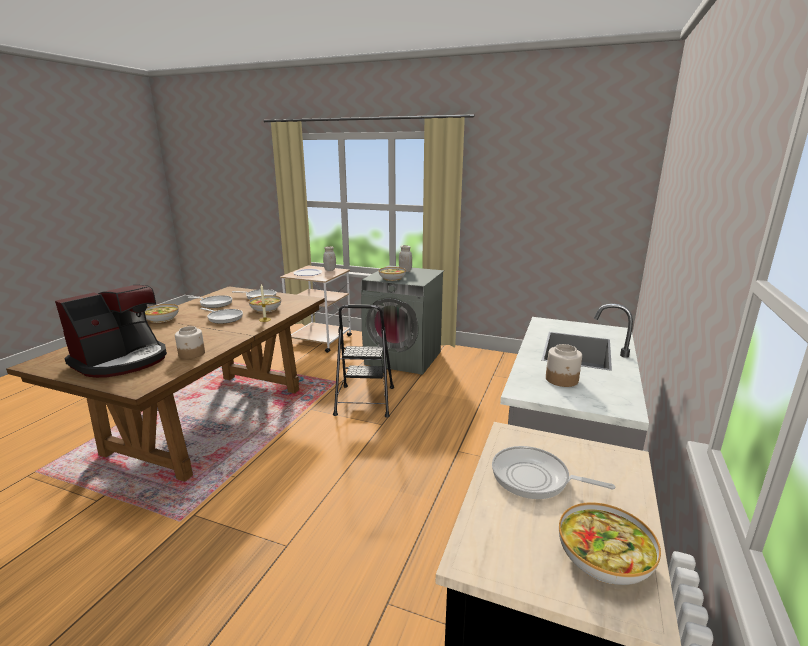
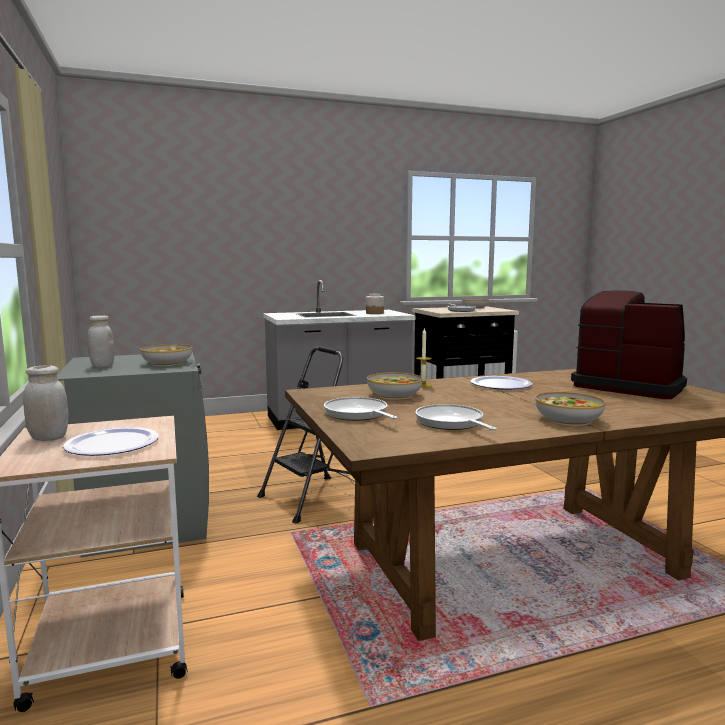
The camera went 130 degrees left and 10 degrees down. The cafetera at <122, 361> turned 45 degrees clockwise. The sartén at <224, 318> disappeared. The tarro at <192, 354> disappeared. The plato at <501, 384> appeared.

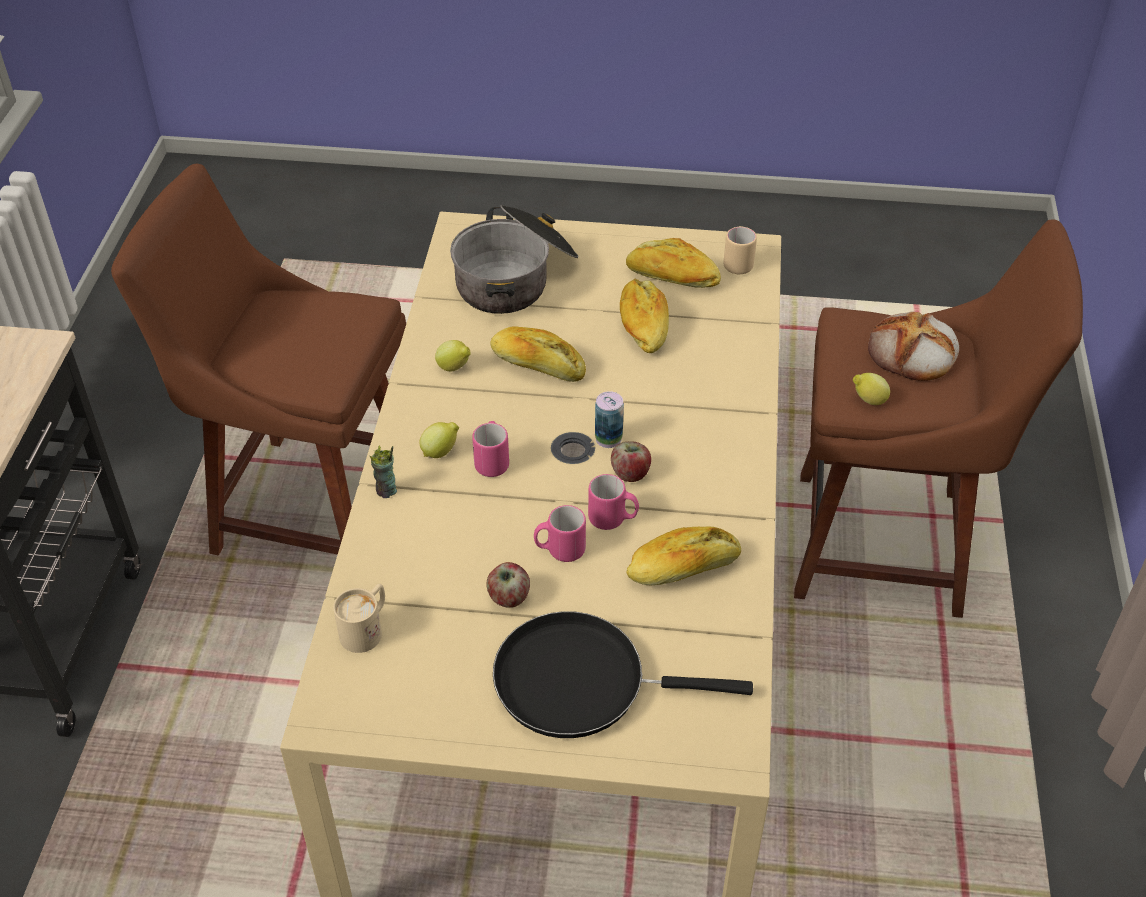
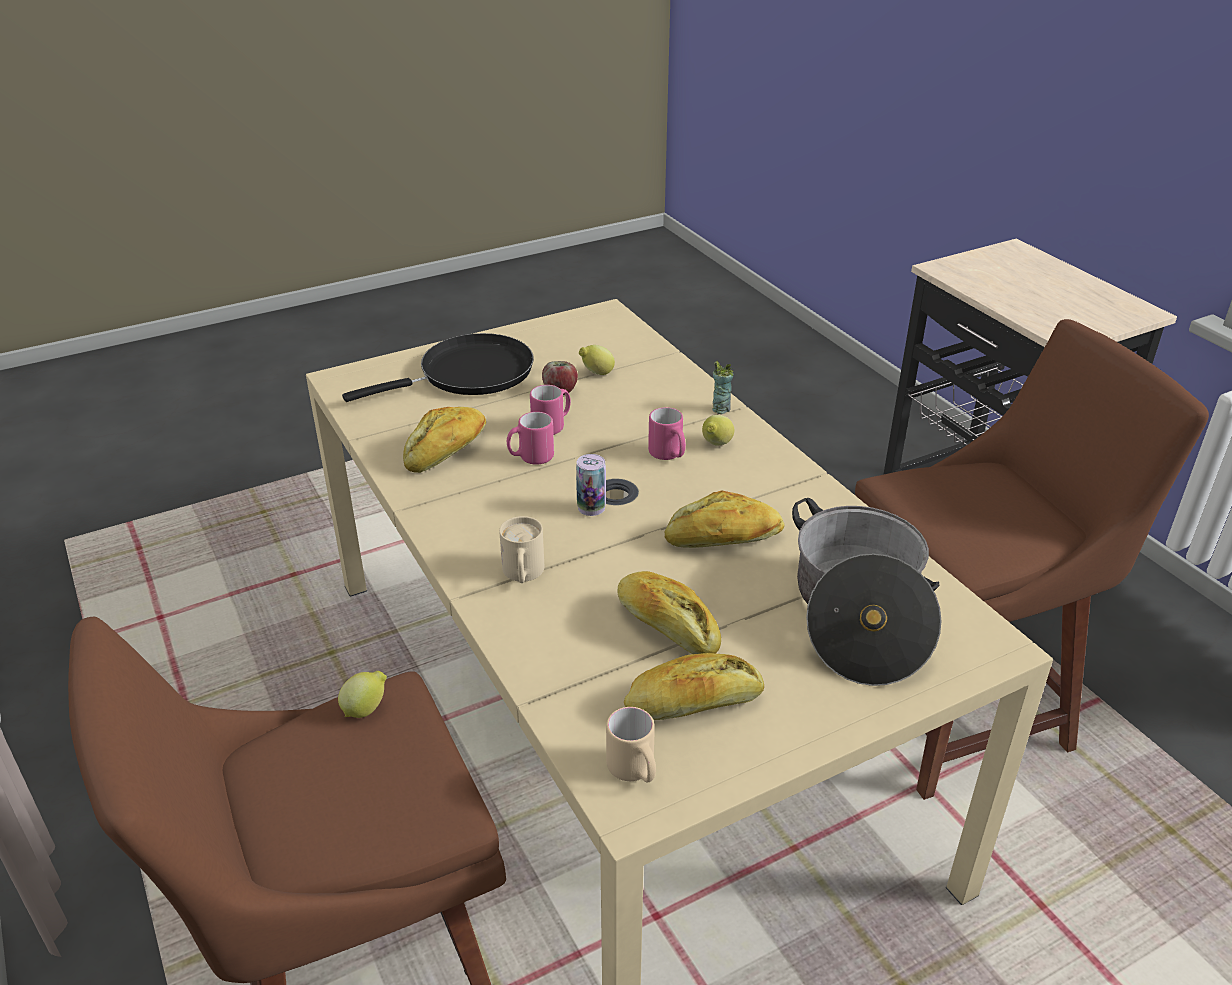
The camera went 145 degrees right and 10 degrees down. The pan at <913, 353> disappeared. The limón moved from <454, 368> to <596, 373>. The manzana at <630, 473> disappeared. The taza grande [beis] moved from <367, 629> to <523, 574>.

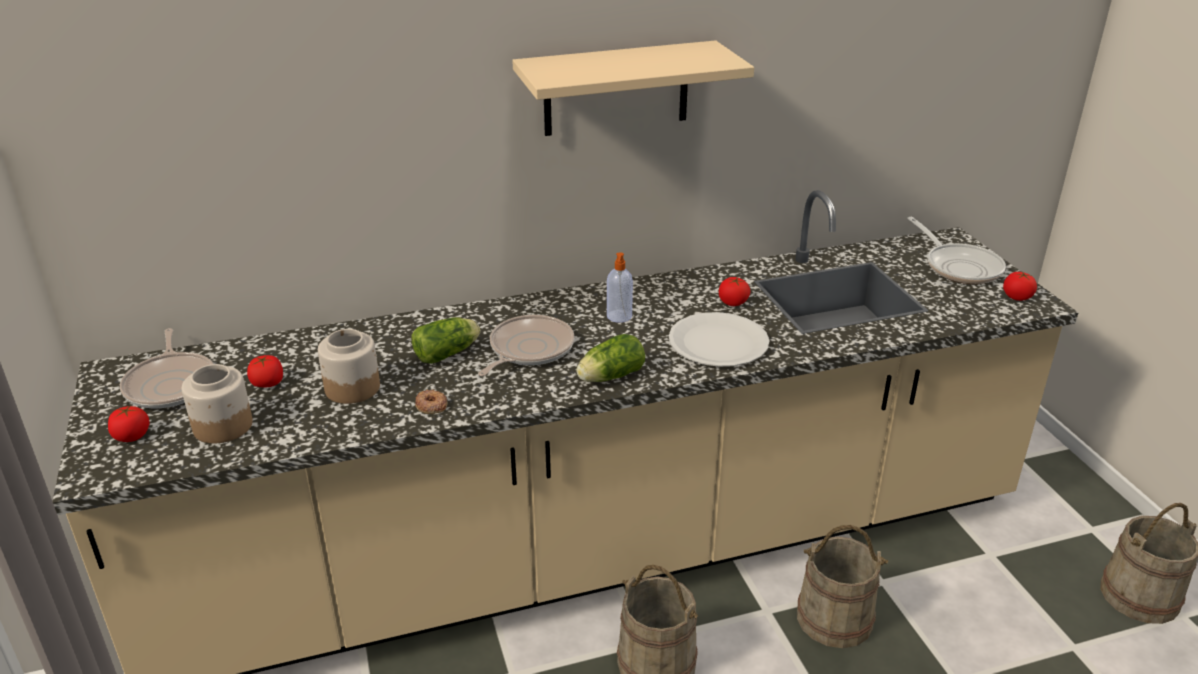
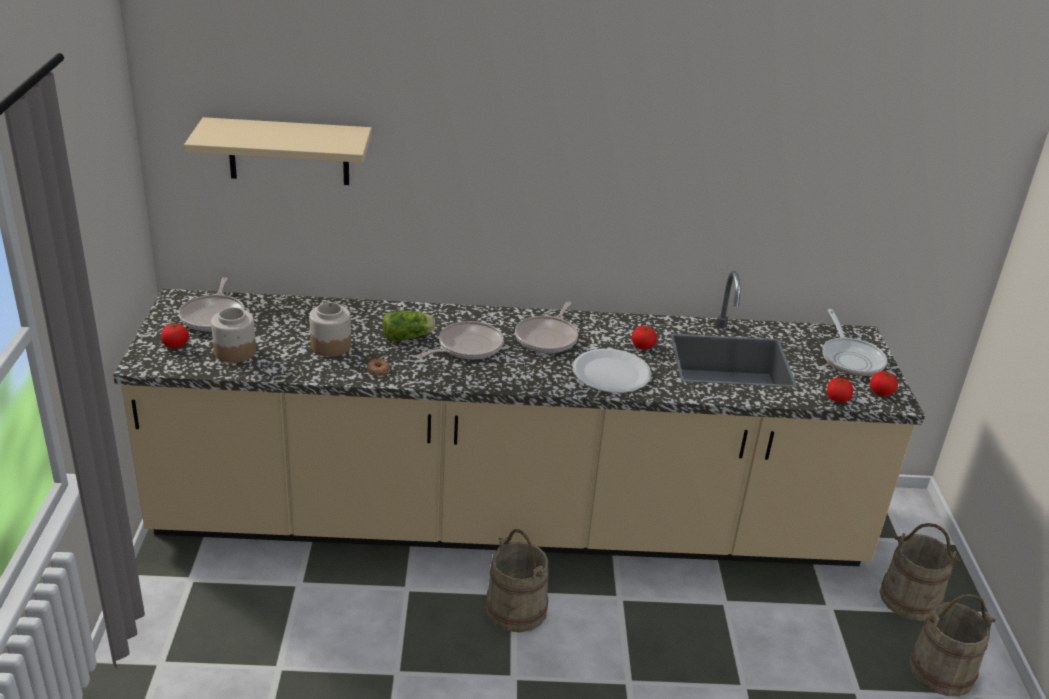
The camera went 15 degrees right and 0 degrees up. The estante [beis] moved from <616, 89> to <289, 151>. The dispensador de jabón at <619, 317> was replaced by the sartén at <548, 338>. The lechuga at <609, 377> disappeared. The tomate moved from <267, 383> to <837, 399>. The cubo [beis] moved from <834, 618> to <910, 598>.

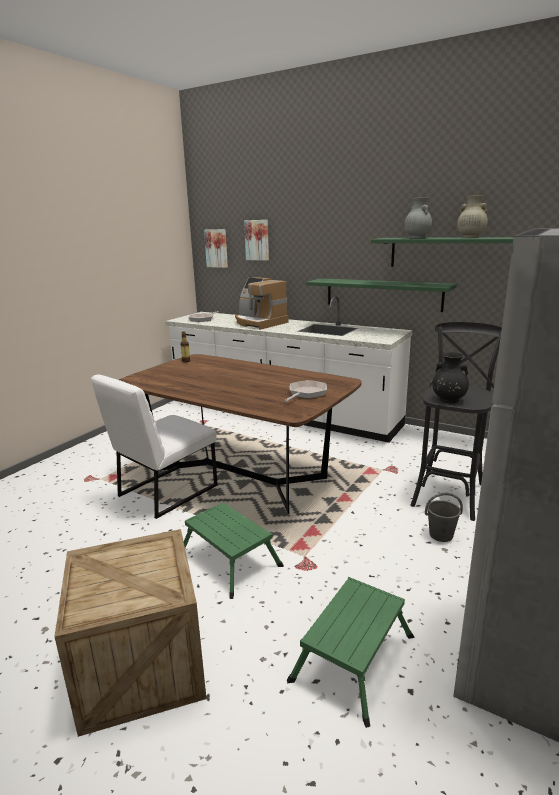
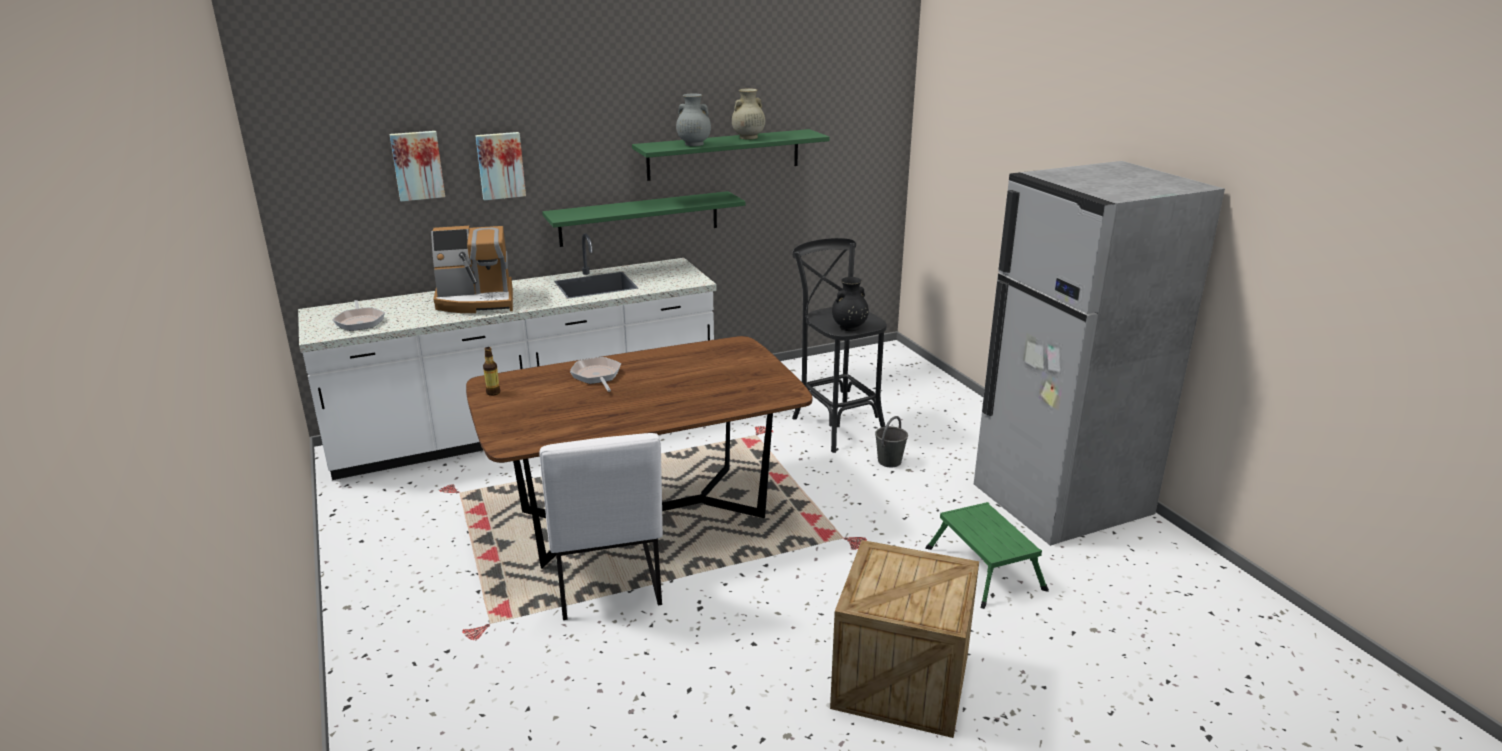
The camera went 55 degrees left and 5 degrees up. The cuadro moved from <217, 248> to <500, 165>. The sartén moved from <306, 393> to <597, 376>. The escalera de tijera [verde] at <230, 559> disappeared.

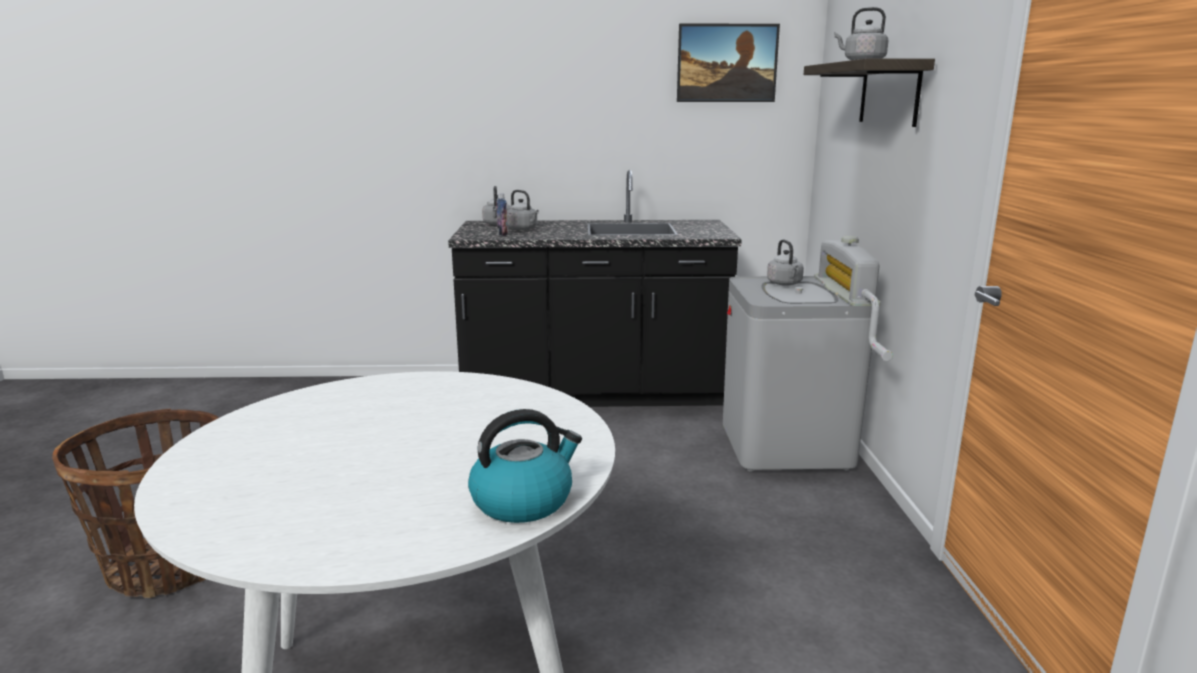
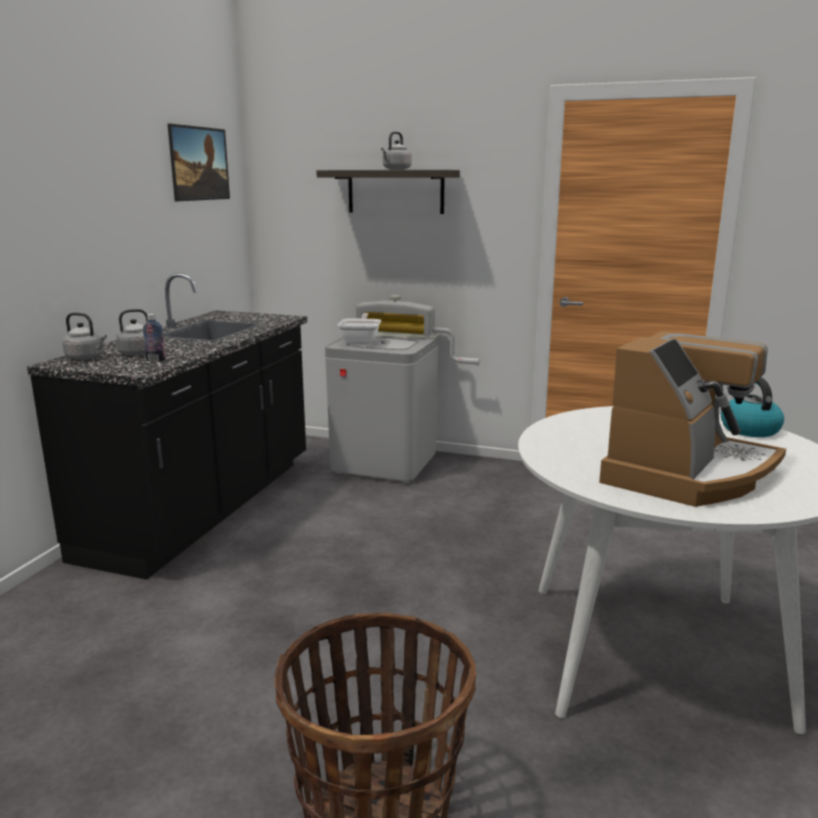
The camera went 70 degrees left and 0 degrees up. The hervidor [gris] at <785, 284> was replaced by the sartén at <361, 341>. The cafetera at <687, 473> appeared.

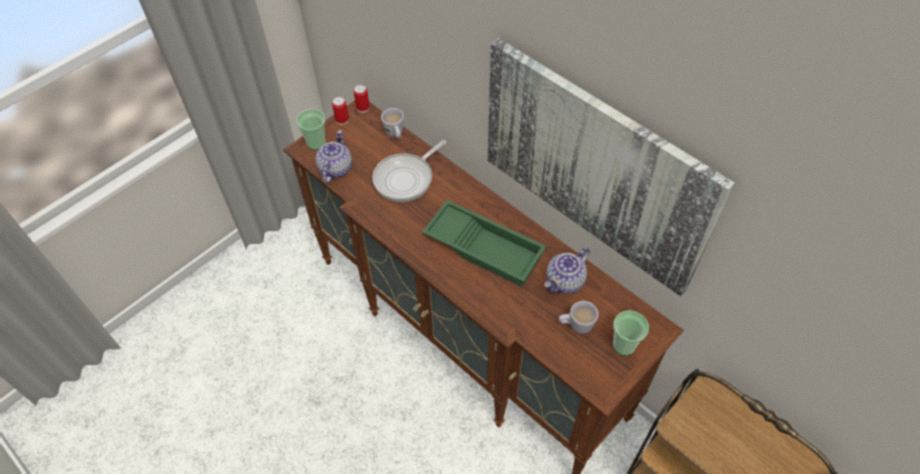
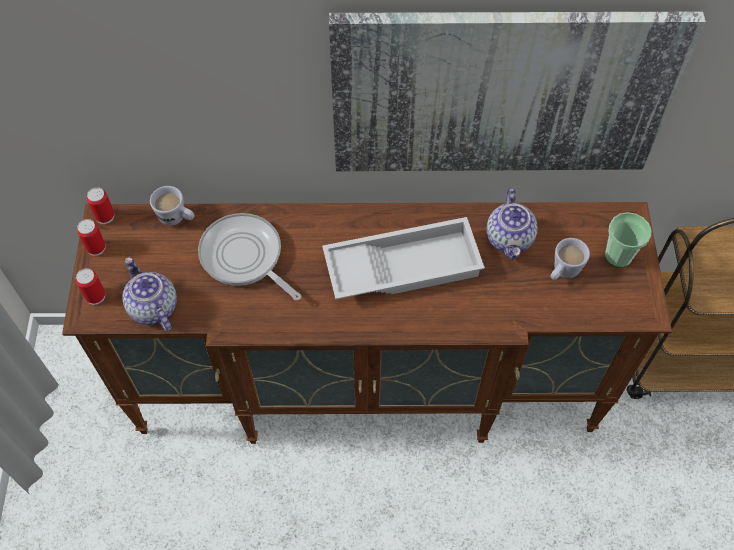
The camera went 45 degrees left and 5 degrees up. The taza at <316, 143> was replaced by the lata at <95, 296>. The sartén at <406, 178> turned 135 degrees clockwise. The bandeja [verde] at <485, 247> became the bandeja [blanco] at <403, 265>.

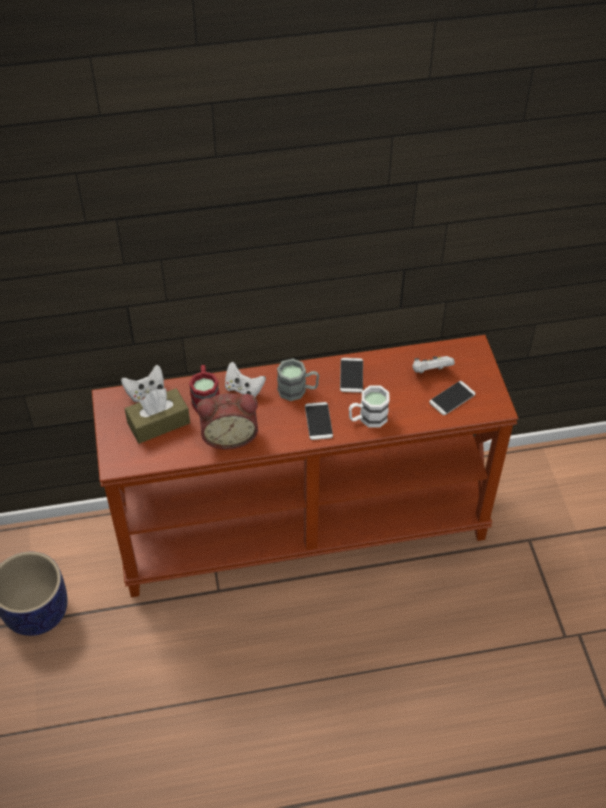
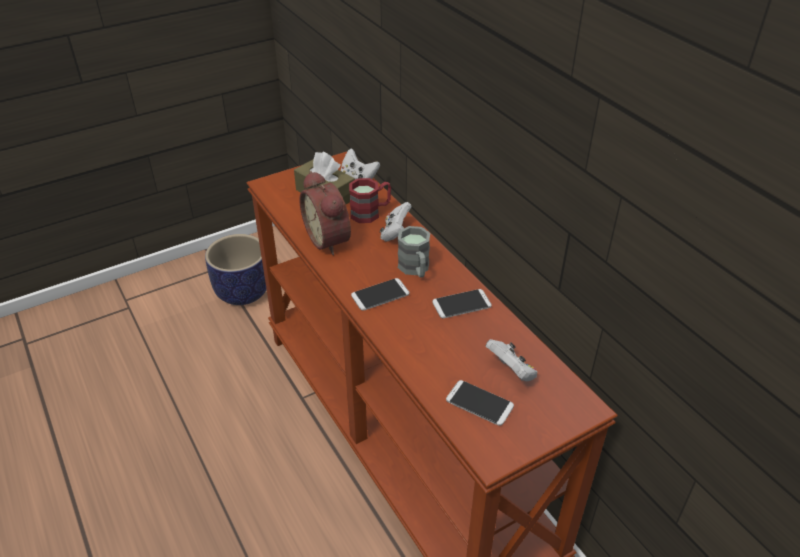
The camera went 70 degrees right and 10 degrees down. The taza grande [blanco] at <367, 418> disappeared.

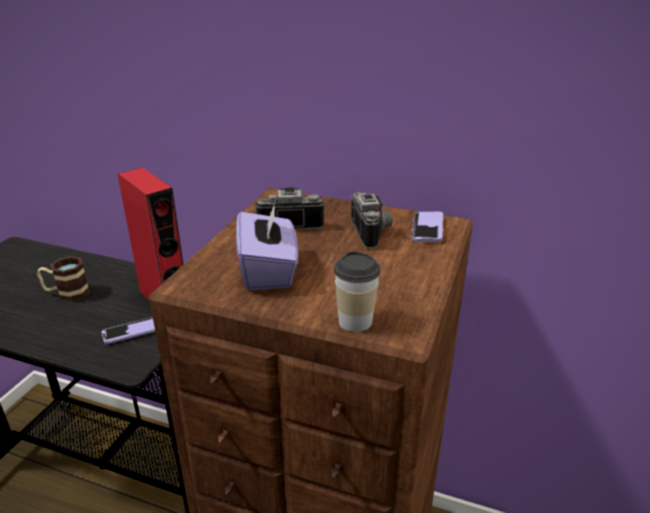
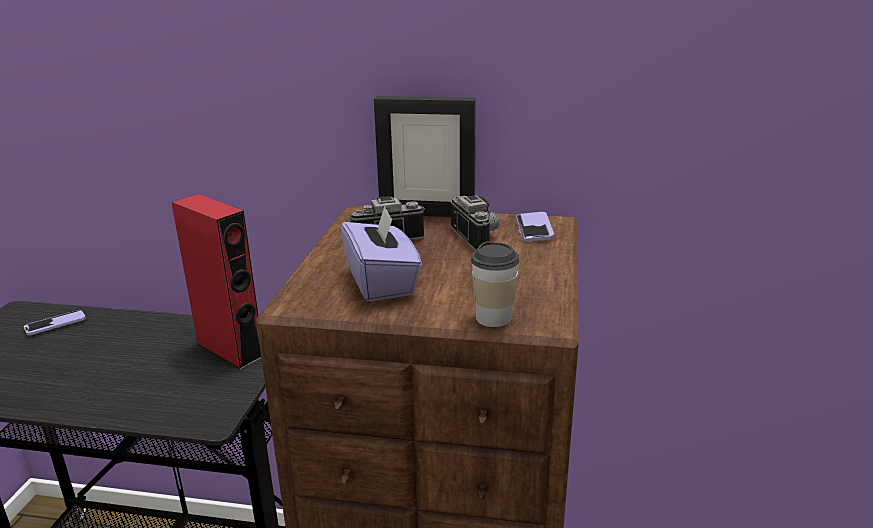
The camera went 10 degrees left and 5 degrees down. The taza grande at <67, 293> disappeared. The móvil moved from <130, 332> to <55, 324>. The portarretratos at <427, 213> appeared.

